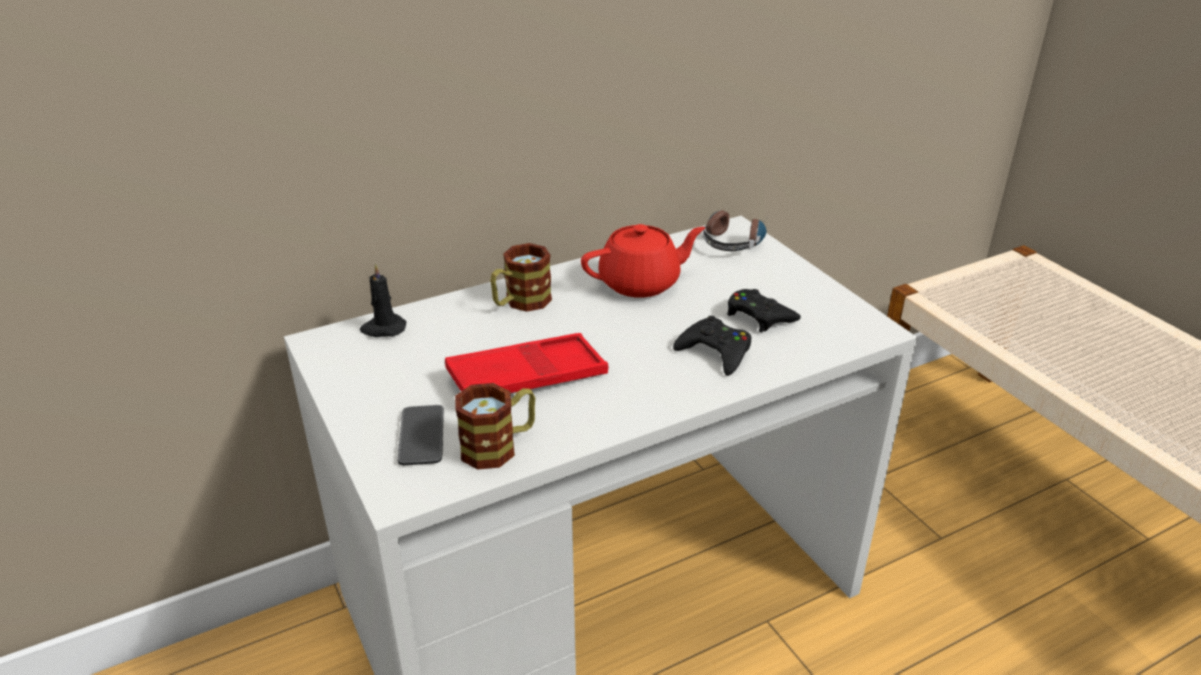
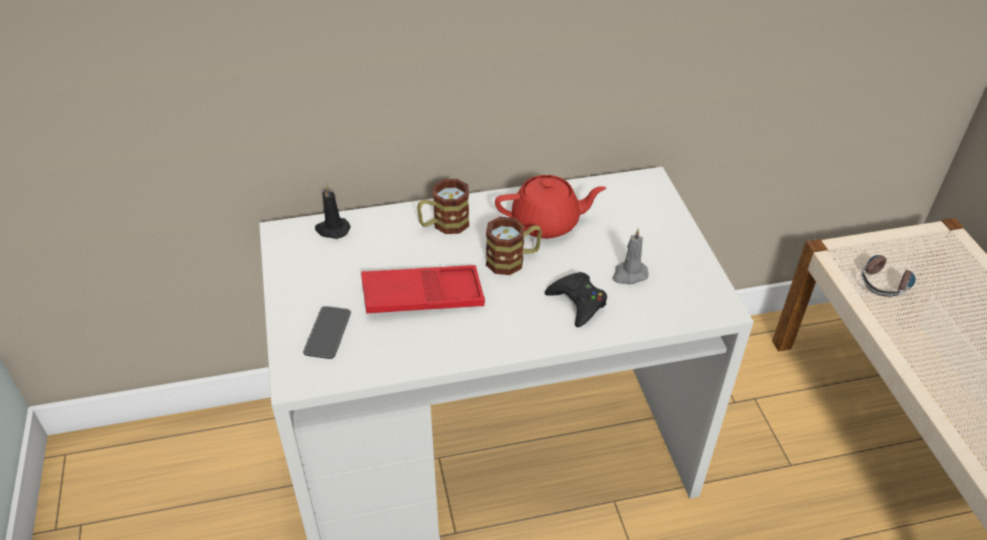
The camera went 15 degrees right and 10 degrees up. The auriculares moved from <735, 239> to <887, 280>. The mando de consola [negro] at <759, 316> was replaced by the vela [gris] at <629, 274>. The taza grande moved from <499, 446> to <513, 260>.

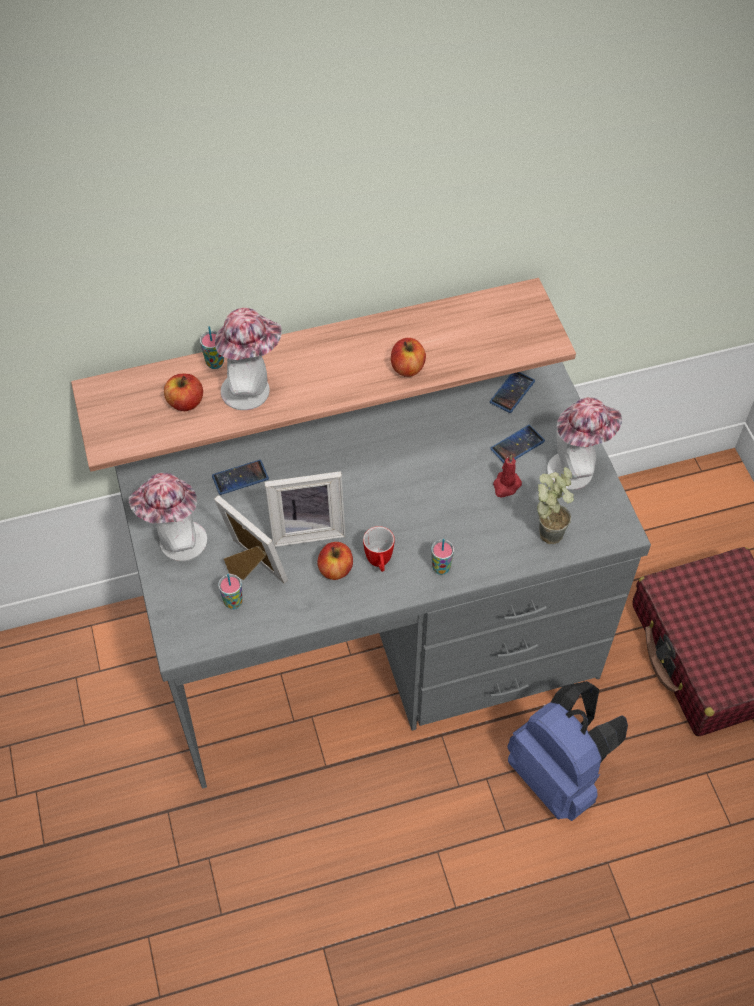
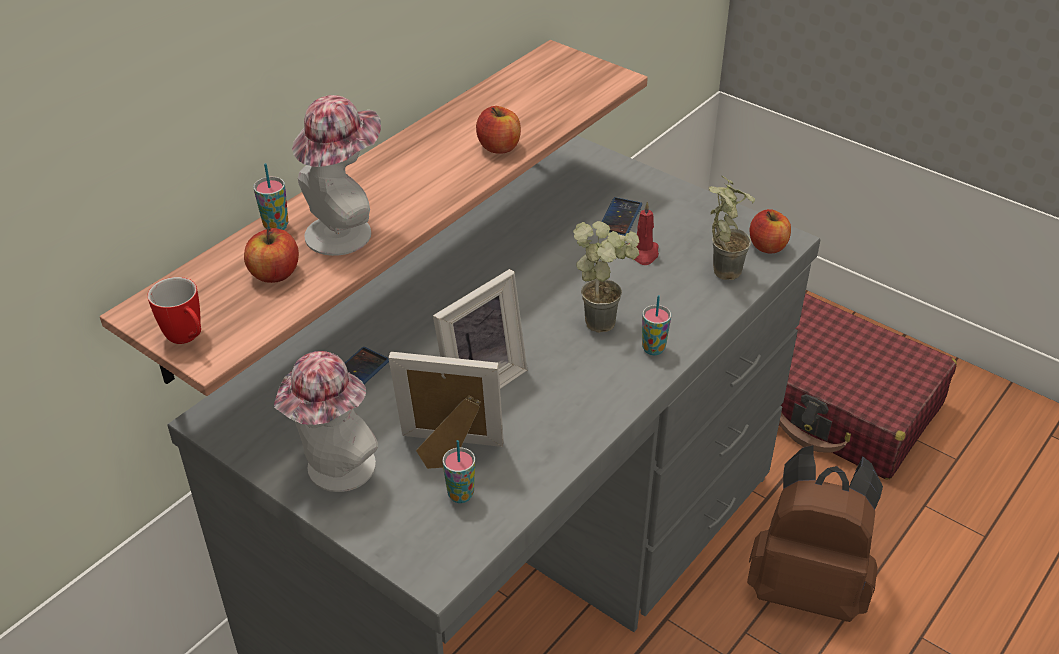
The camera went 35 degrees left and 15 degrees down. The móvil at <512, 392> disappeared. The sombrero at <576, 469> disappeared. The taza grande moved from <379, 563> to <188, 339>. The manzana moved from <336, 569> to <767, 246>. The mochila [azul] at <558, 775> became the mochila [marrón] at <807, 586>. The planta en maceta at <605, 318> appeared.

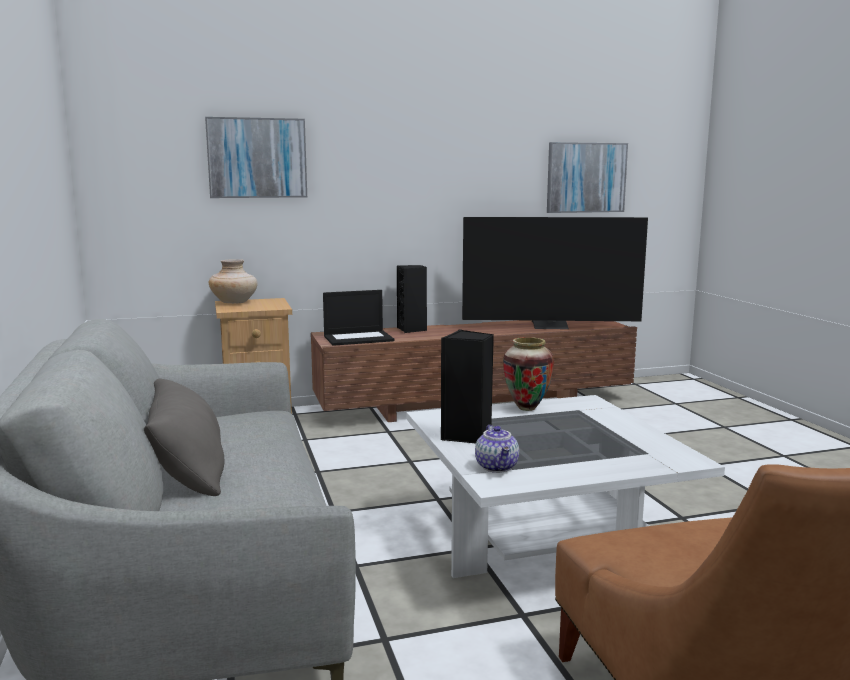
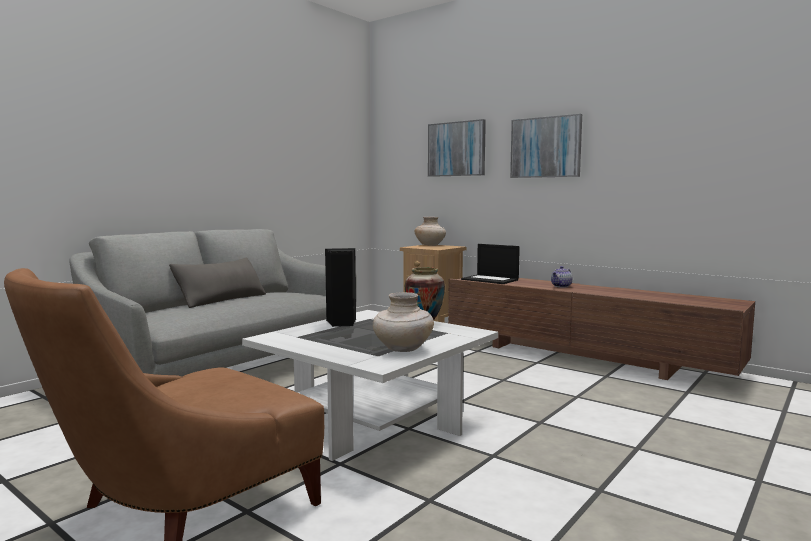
The camera went 55 degrees right and 5 degrees down. The cuadro moved from <586, 177> to <545, 147>. The televisor at <550, 326> disappeared. The altavoz [negro] at <412, 329> disappeared. The tetera moved from <497, 467> to <561, 286>. The florero [beis] at <403, 349> appeared.

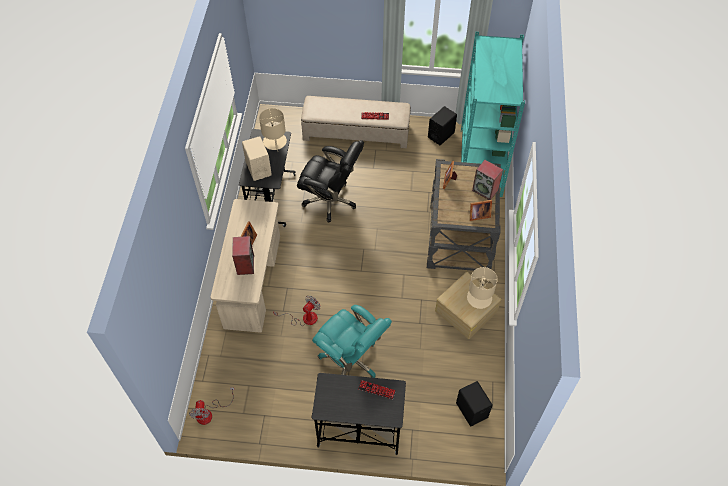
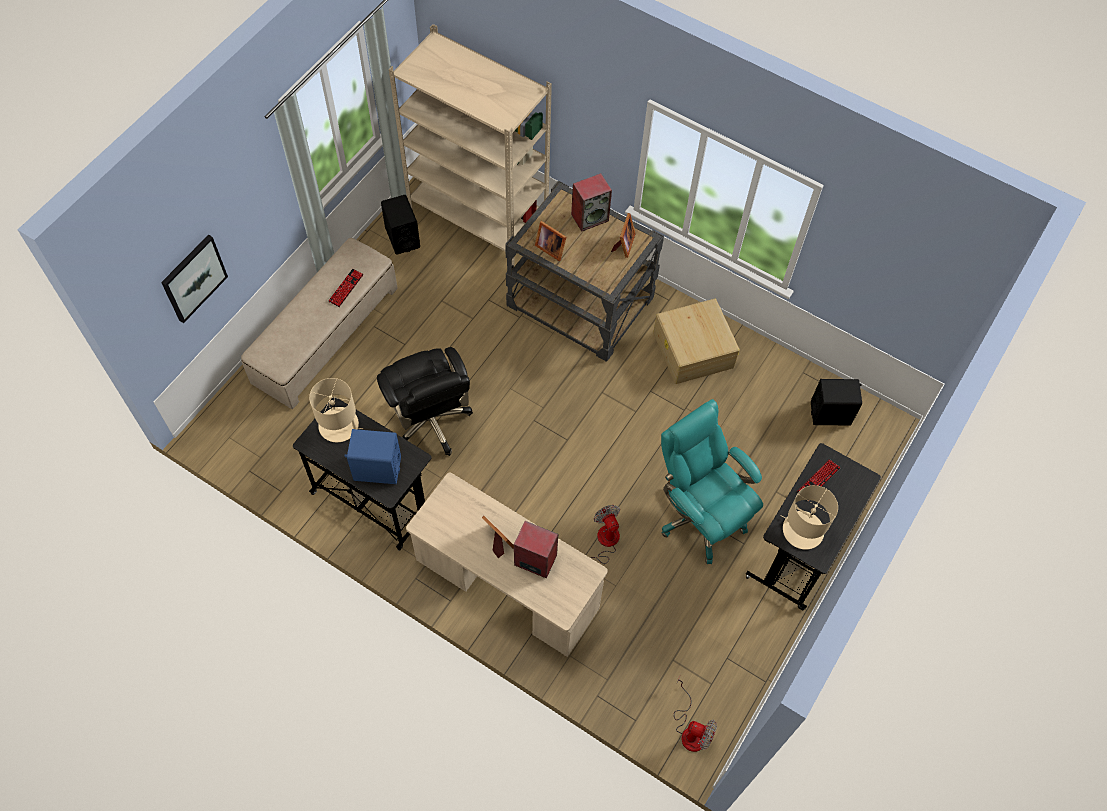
The camera went 65 degrees left and 5 degrees up. The estantería [turquesa] at <480, 162> became the estantería [beis] at <478, 218>. The altavoz [beis] at <258, 168> became the altavoz [azul] at <377, 468>. The silla de oficina [negro] at <331, 202> turned 105 degrees clockwise. The lámpara de mesa [beis] moved from <479, 297> to <802, 530>. The silla de oficina [turquesa] at <351, 361> turned 105 degrees counterclockwise. The cuadro at <193, 278> appeared.

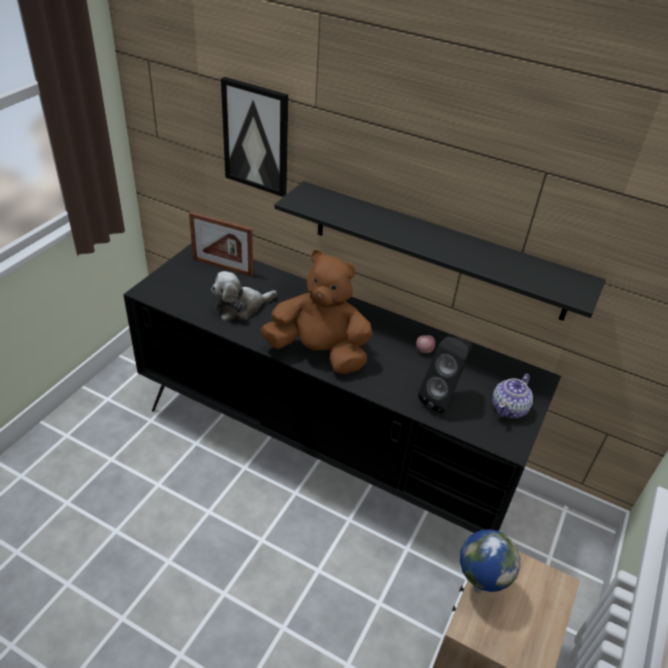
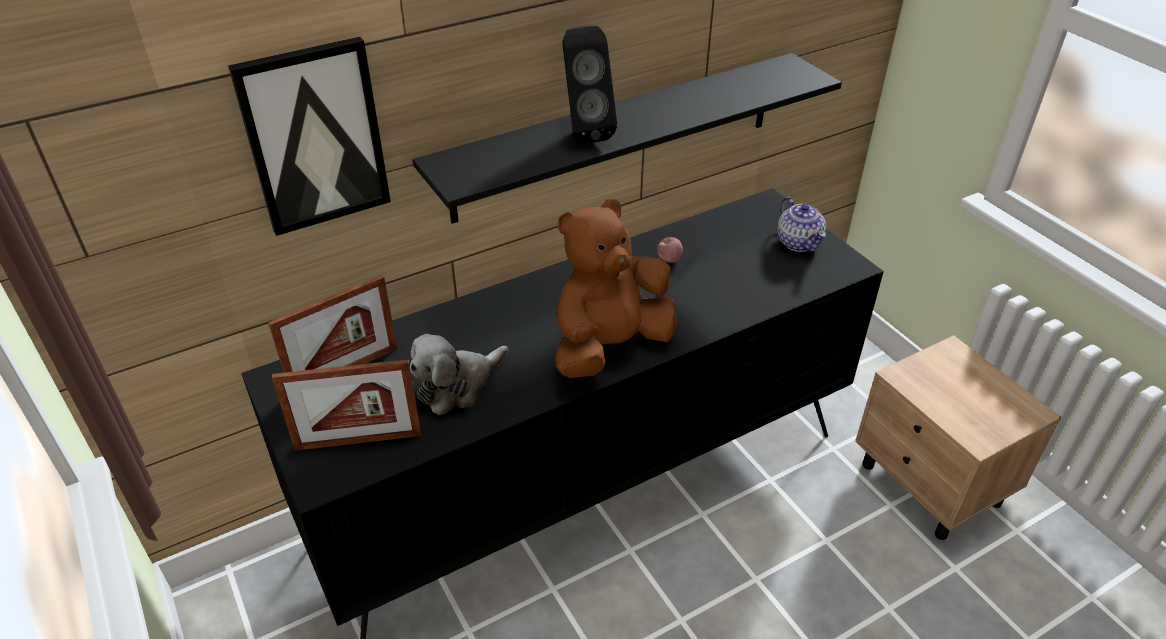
The camera went 55 degrees left and 0 degrees up. The peluche at <241, 307> turned 45 degrees clockwise. The altavoz [negro] moved from <442, 398> to <583, 132>. The globo terráqueo at <477, 587> disappeared. The portarretratos at <358, 441> appeared.

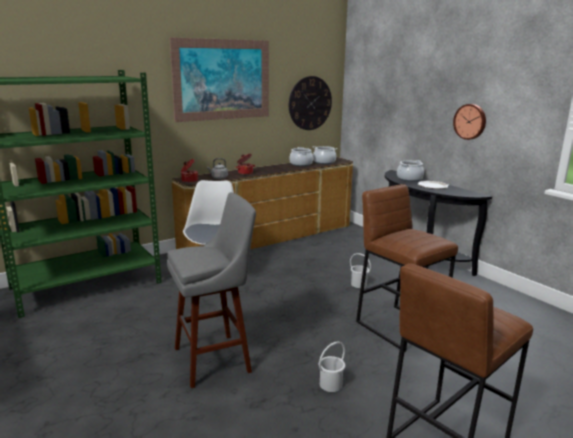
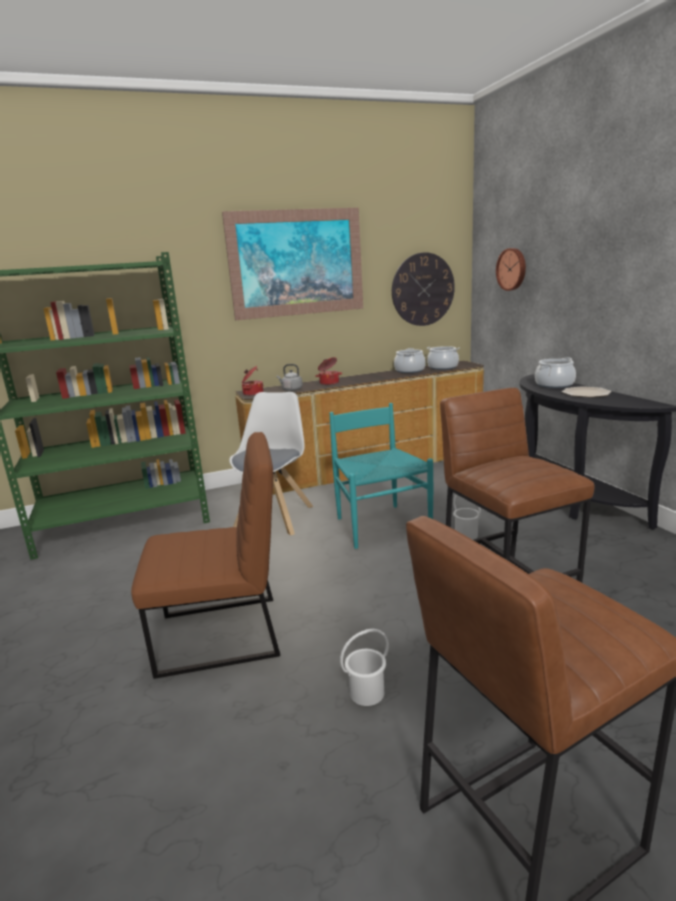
The camera went 15 degrees right and 0 degrees up. The reloj de pared moved from <470, 121> to <512, 269>. The taburete [gris] at <215, 359> was replaced by the silla [marrón] at <223, 634>. The silla [turquesa] at <380, 525> appeared.

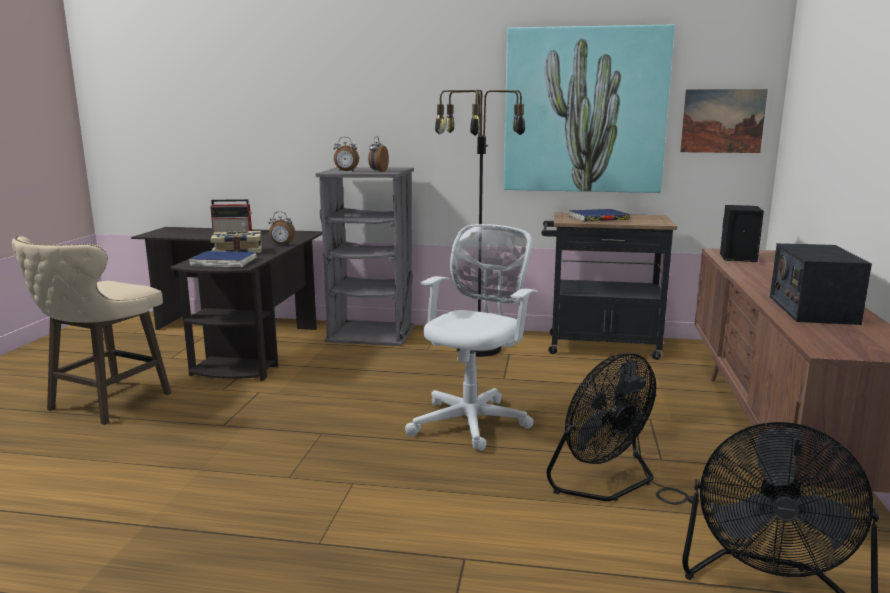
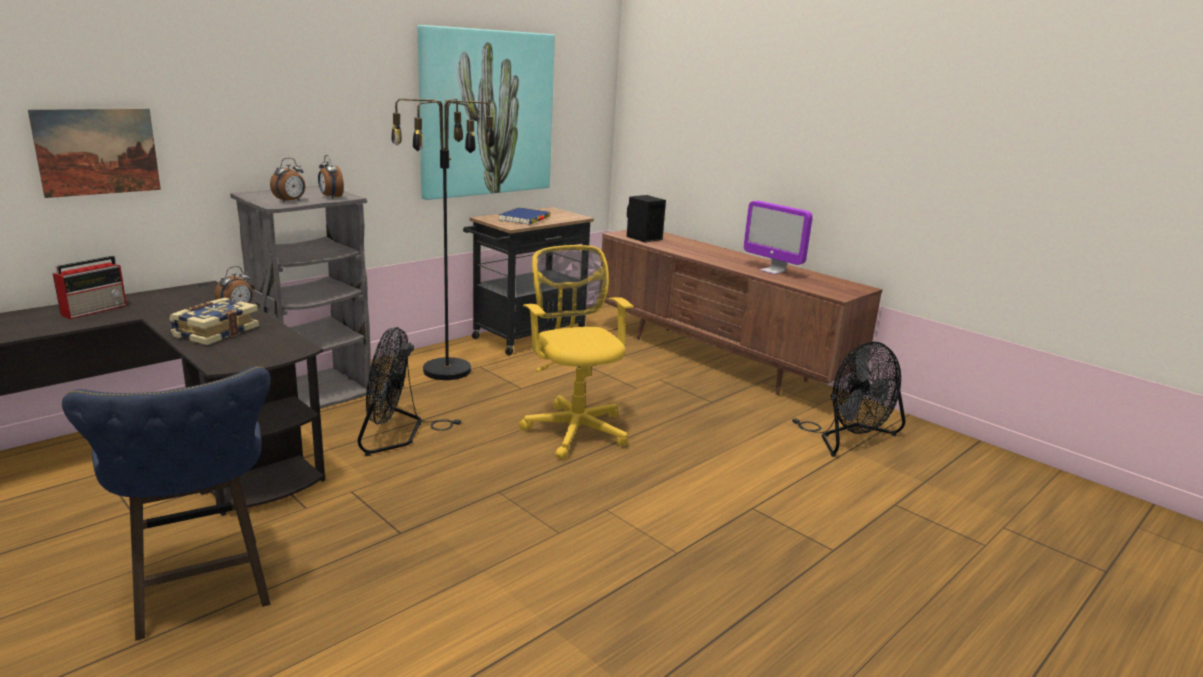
The camera went 55 degrees left and 5 degrees up. The cuadro moved from <722, 121> to <97, 151>. The silla de oficina [blanco] at <472, 421> became the silla de oficina [amarillo] at <574, 429>. The taburete [beis] at <105, 403> became the taburete [azul] at <201, 591>. The radio at <812, 309> was replaced by the monitor at <772, 271>. The libro [azul] at <224, 262> disappeared. The ventilador [negro] moved from <620, 482> to <401, 431>.

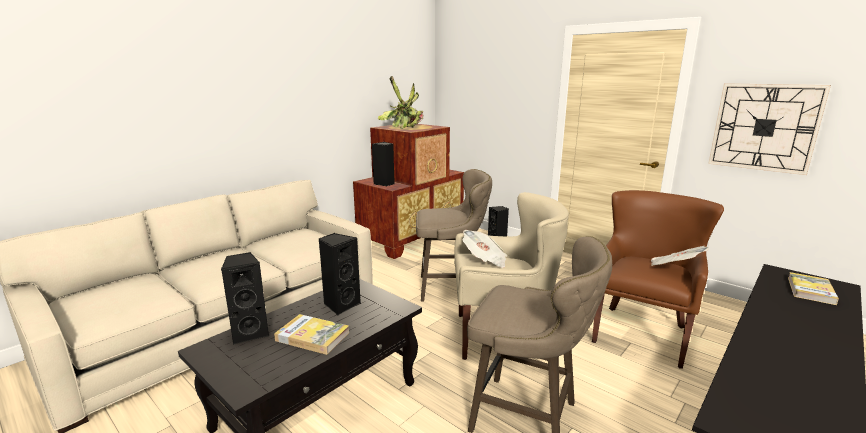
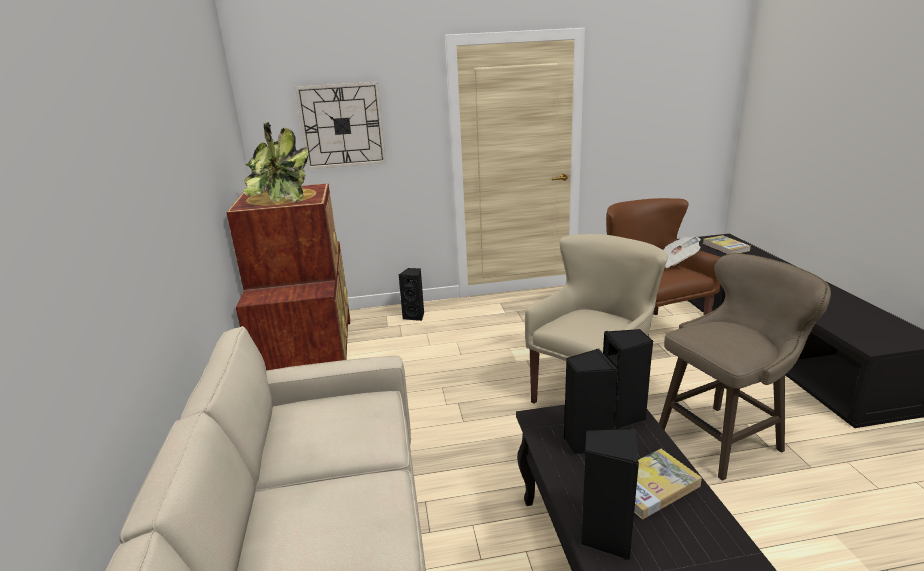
The camera went 50 degrees left and 5 degrees up. The reloj de pared moved from <764, 127> to <342, 126>. The altavoz [negro] moved from <384, 184> to <623, 416>. The taburete [beis] at <451, 288> disappeared. The periódico at <485, 260> disappeared.

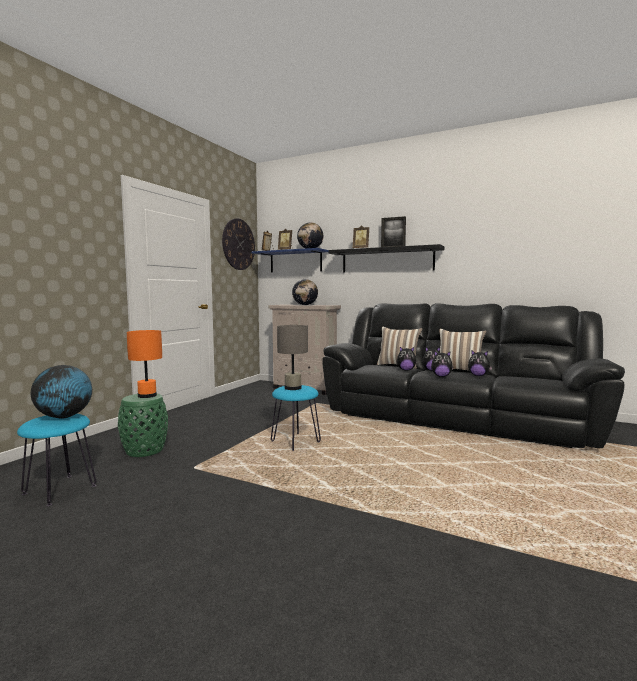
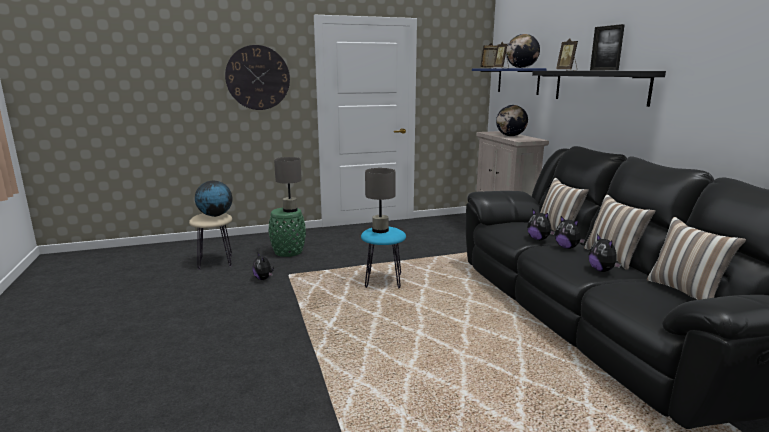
The camera went 45 degrees right and 10 degrees up. The reloj de pared moved from <238, 244> to <258, 78>. The lámpara de mesa [naranja] at <147, 395> became the lámpara de mesa [gris] at <290, 210>. The peluche moved from <441, 376> to <264, 279>. The taburete [turquesa] at <60, 489> became the taburete [beis] at <215, 262>. The cojín at <686, 292> appeared.

